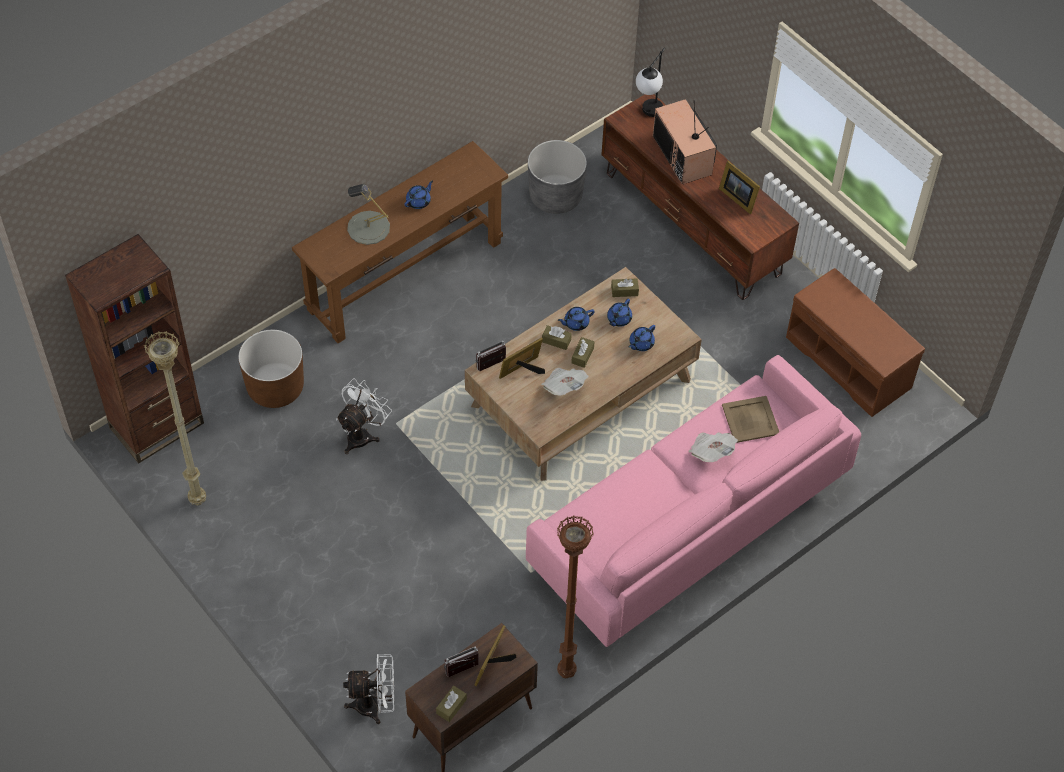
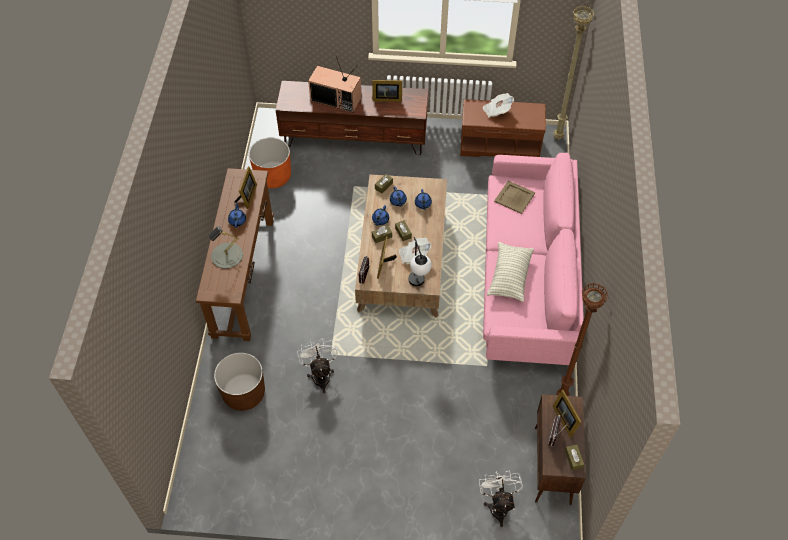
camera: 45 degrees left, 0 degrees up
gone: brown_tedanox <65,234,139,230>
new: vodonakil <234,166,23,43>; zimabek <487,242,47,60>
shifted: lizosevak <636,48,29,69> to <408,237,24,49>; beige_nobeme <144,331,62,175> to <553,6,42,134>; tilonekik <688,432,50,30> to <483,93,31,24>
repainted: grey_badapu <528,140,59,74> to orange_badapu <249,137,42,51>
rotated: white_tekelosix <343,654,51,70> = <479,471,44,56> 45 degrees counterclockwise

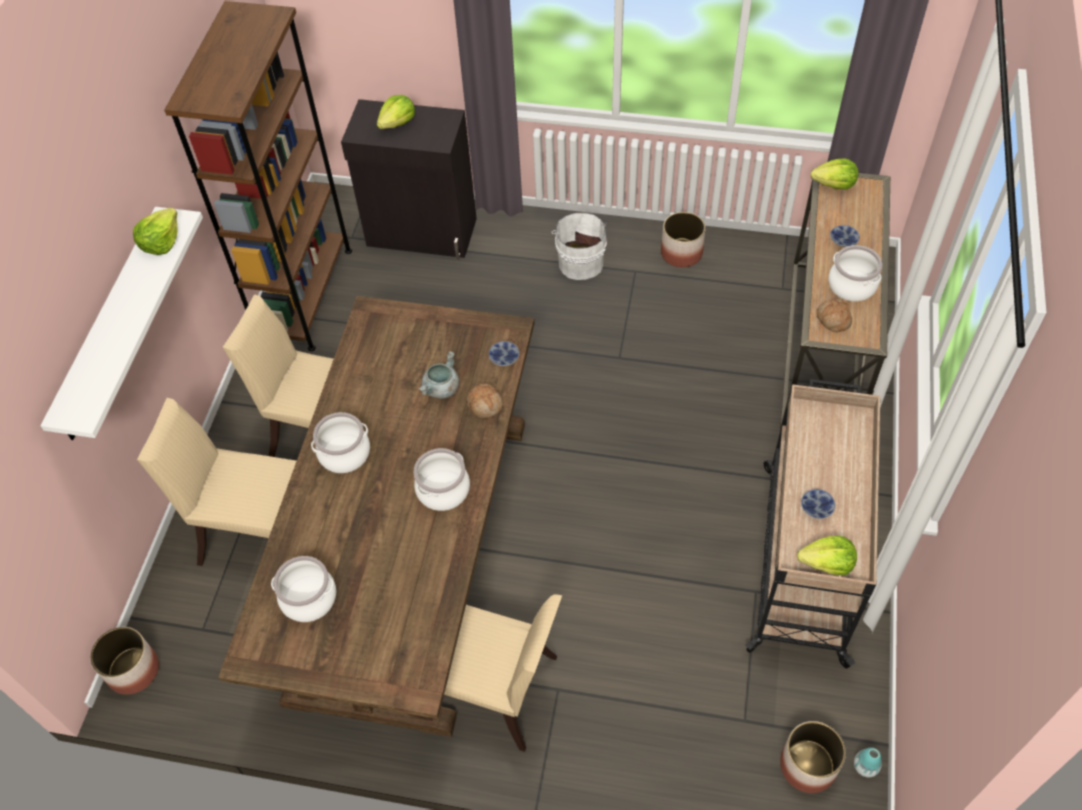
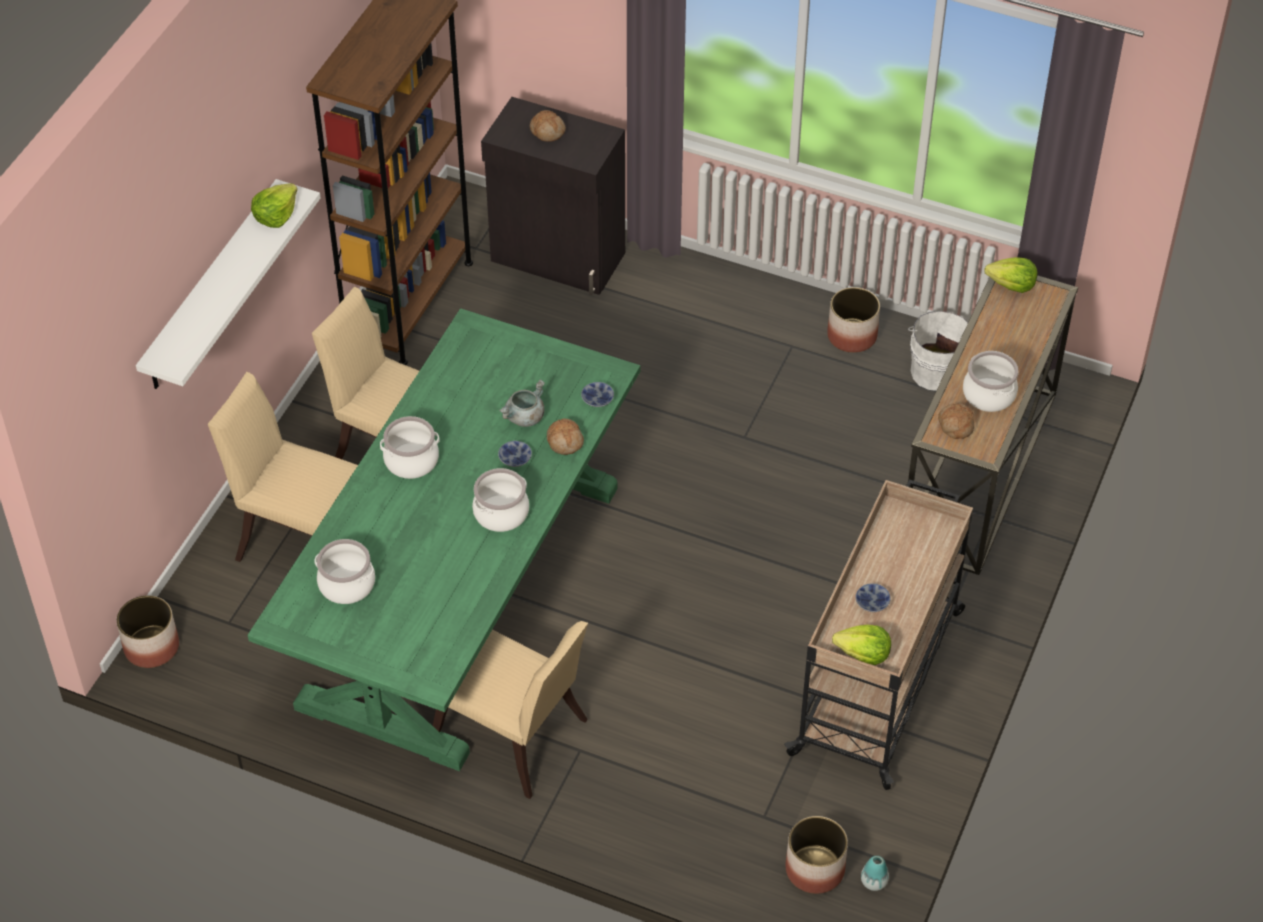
camera: 10 degrees right, 5 degrees down
shifted: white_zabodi <551,213,56,67> to <908,311,60,80>; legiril <830,225,30,22> to <498,441,34,26>
swapped: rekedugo <377,95,38,34> to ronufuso <530,110,36,32>
repainted: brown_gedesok <218,296,317,441> to green_gedesok <248,308,392,463>

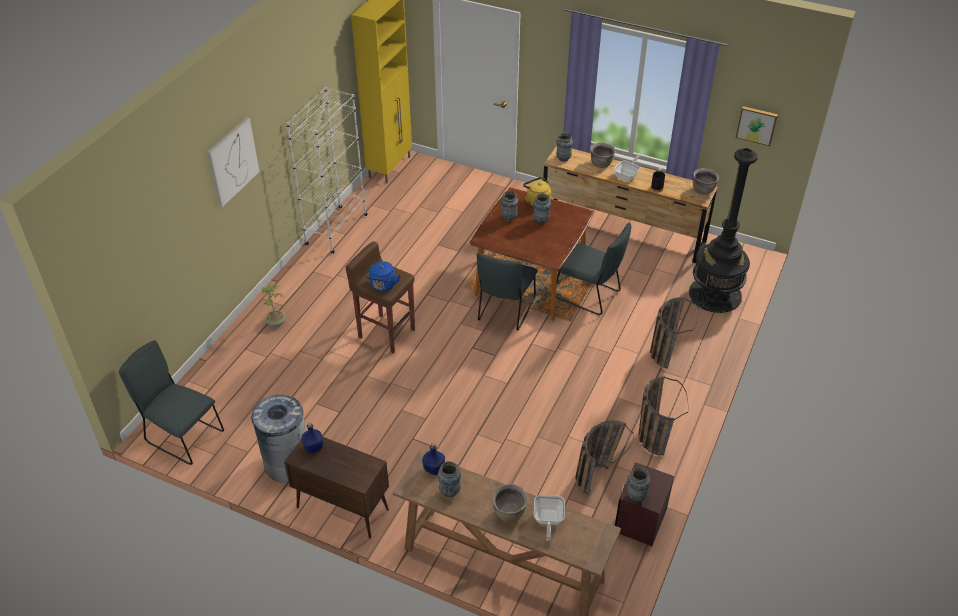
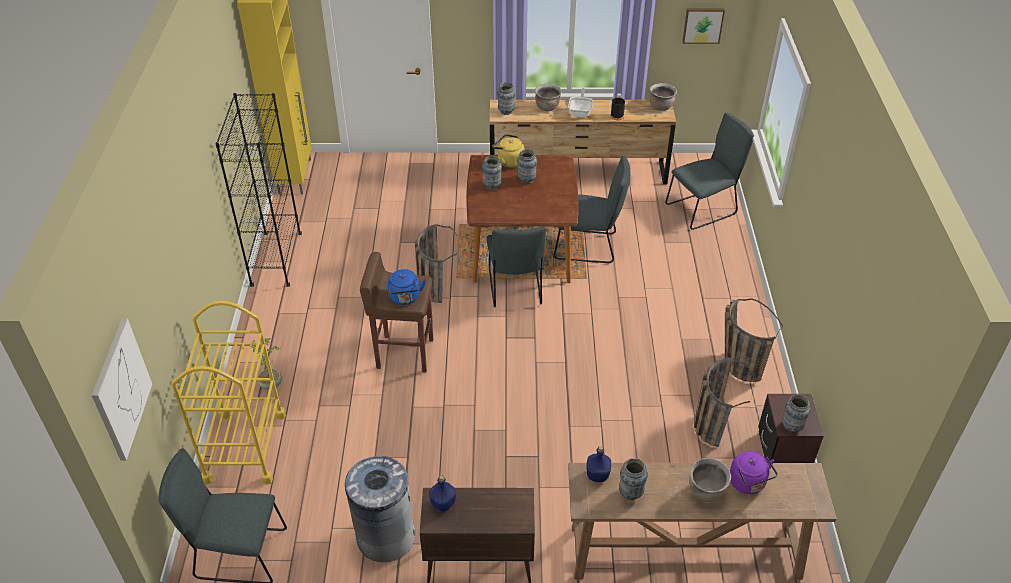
camera: 25 degrees left, 0 degrees up
new: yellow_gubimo <171,301,115,184>
shifted: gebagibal <207,117,53,90> to <91,318,61,142>; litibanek <650,297,49,72> to <415,224,43,79>
swapped: black_nobeme <689,148,69,165> to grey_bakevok <665,112,89,118>; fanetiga <534,495,31,47> to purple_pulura <730,451,48,43>
repainted: white_tedanox <286,87,82,167> to black_tedanox <215,93,87,194>

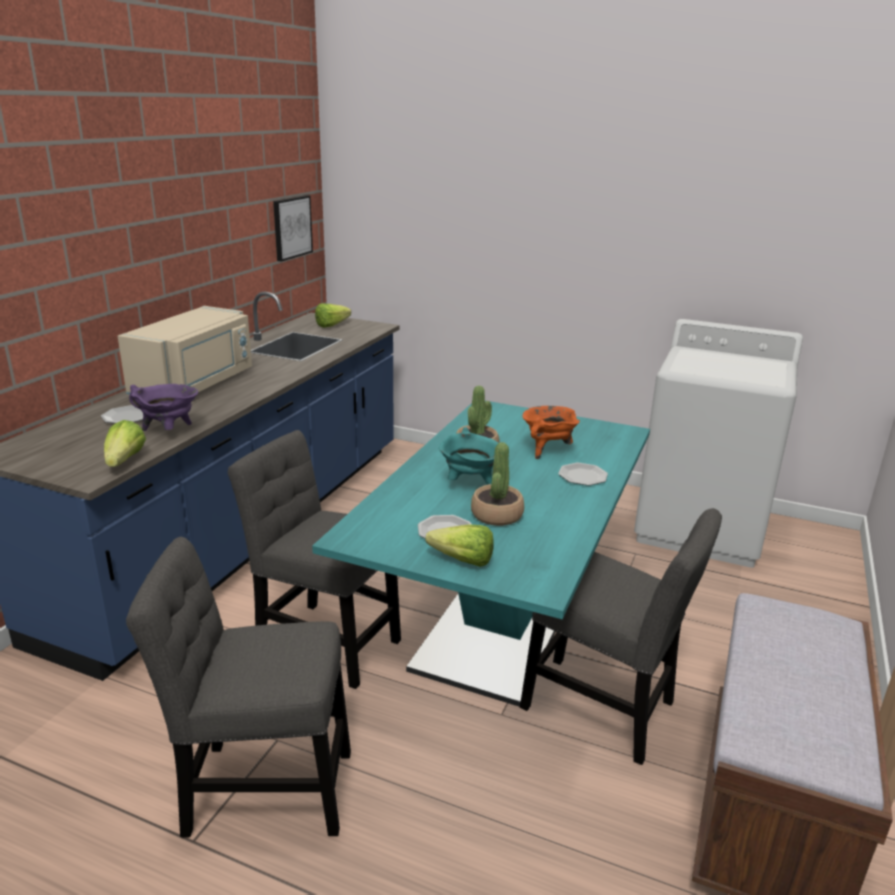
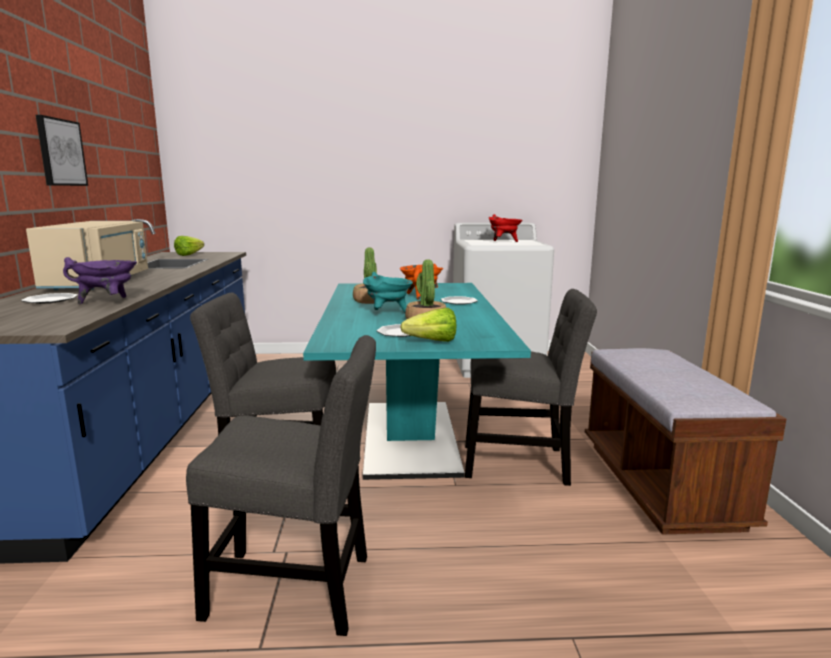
camera: 25 degrees left, 10 degrees down
gone: rekedugo <104,420,42,47>
new: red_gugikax <489,214,34,28>
shifted: gebagibal <273,195,40,67> to <36,115,52,71>
rotated: grey_bakevok <126,537,225,300> = <186,335,190,301> 150 degrees counterclockwise

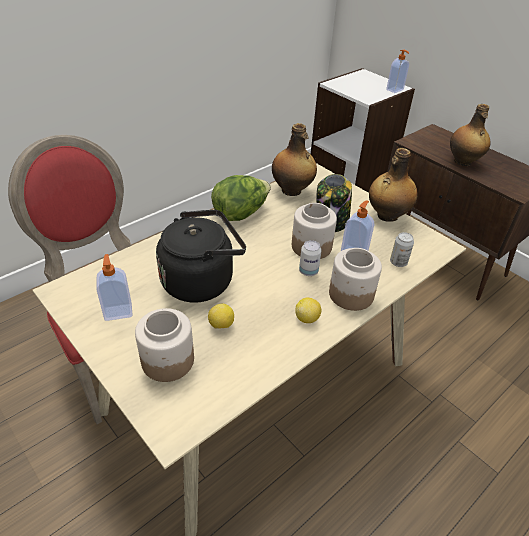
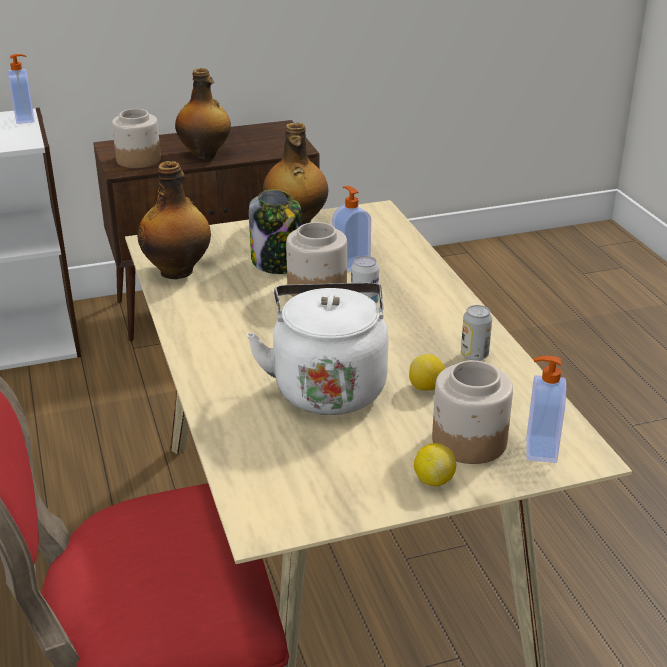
camera: 65 degrees left, 10 degrees down
gone: rekedugo <211,175,60,46>
shifted: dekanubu <390,232,24,35> to <461,305,31,56>; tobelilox <329,248,53,63> to <112,109,49,59>; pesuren <97,254,36,67> to <527,356,39,107>; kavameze <295,298,26,25> to <414,443,42,43>
repainted: black_pulura <156,210,90,93> to white_pulura <246,283,143,132>

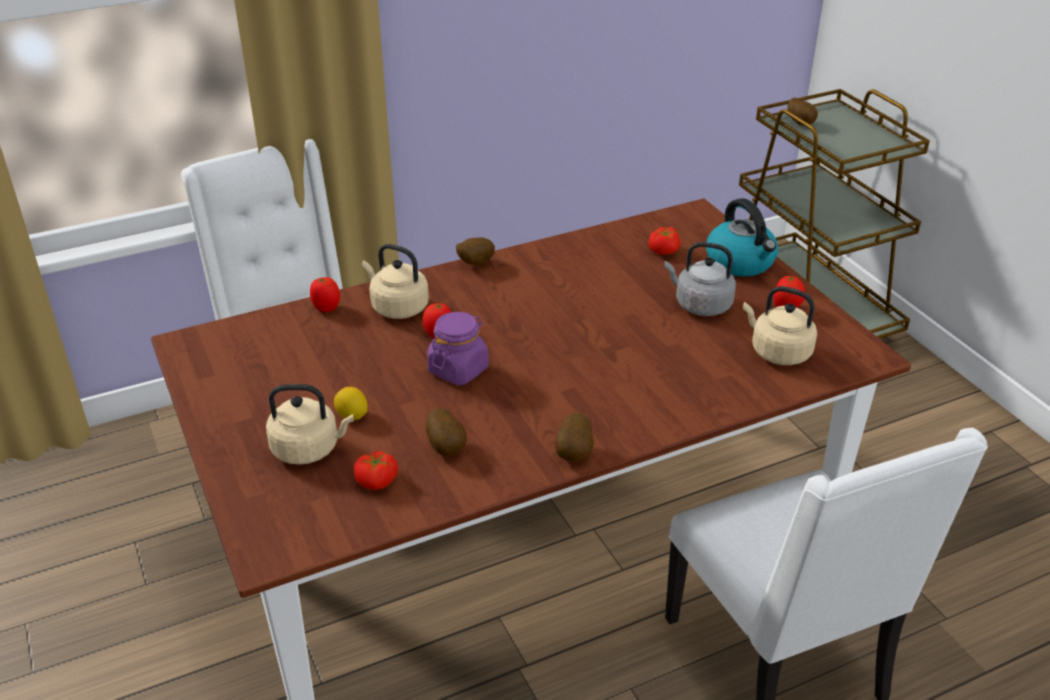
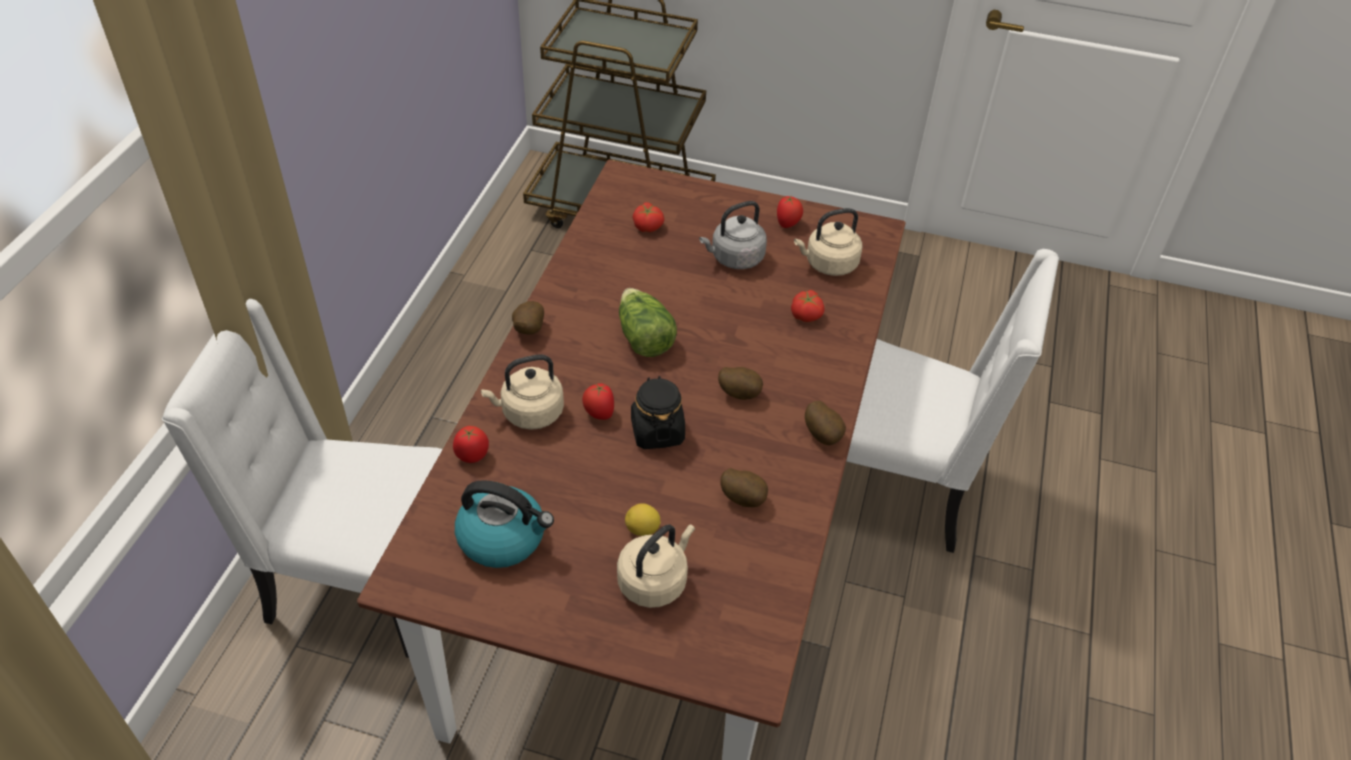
camera: 50 degrees left, 10 degrees up
new: rekedugo <619,288,58,69>
shifted: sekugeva <788,98,30,28> to <718,367,45,33>; pulura <706,198,72,79> to <455,480,99,88>; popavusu <354,451,44,39> to <791,290,34,32>
repainted: purple_tobelilox <427,312,62,73> to black_tobelilox <631,376,54,73>

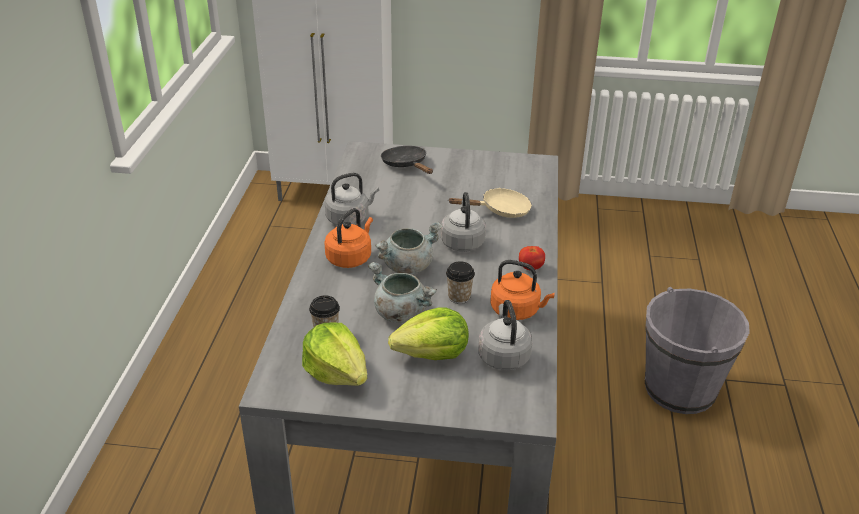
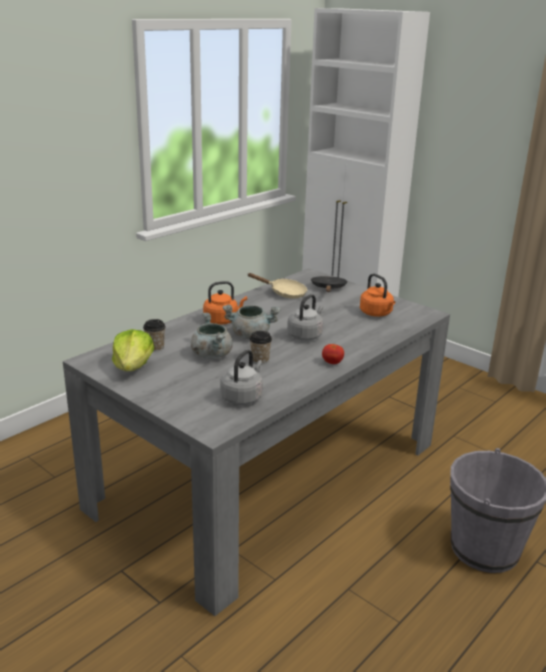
camera: 35 degrees right, 10 degrees down
gone: grey_pulura <325,173,54,52>; rekedugo <388,307,81,53>
shifted: beige_fanetiga <448,188,84,30> to <247,273,60,26>; orange_pulura <490,260,65,60> to <360,273,35,44>

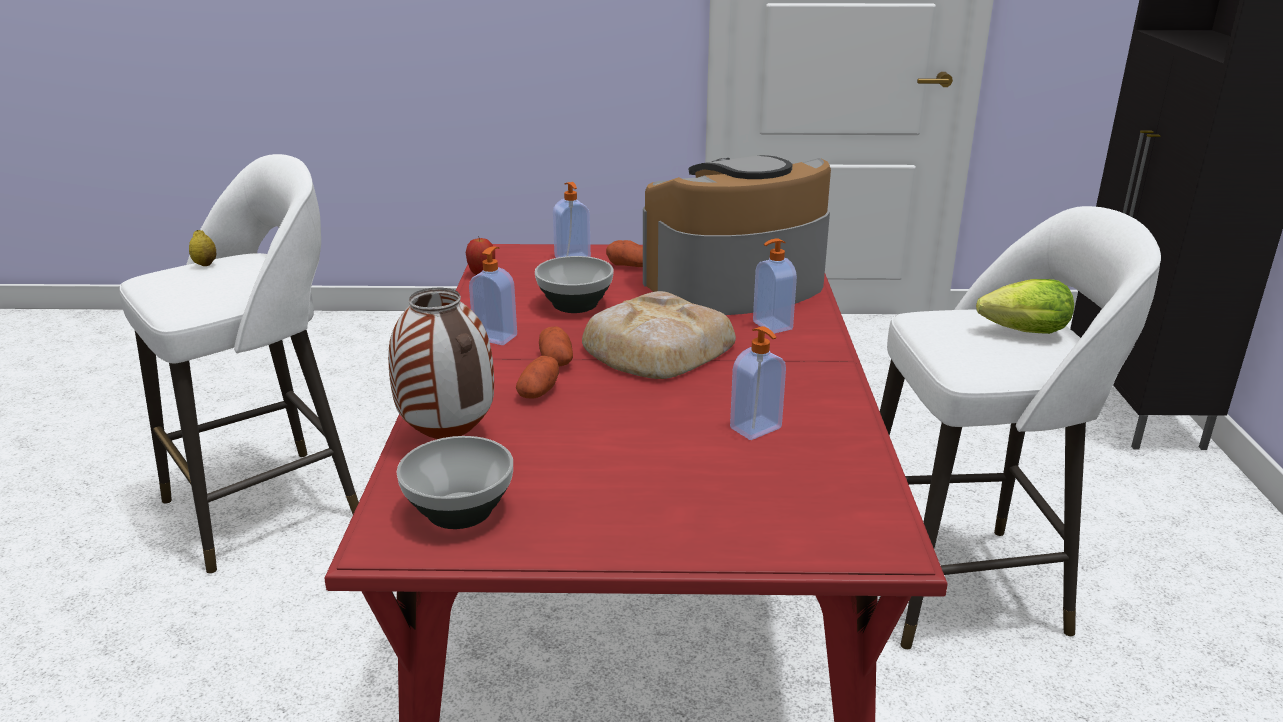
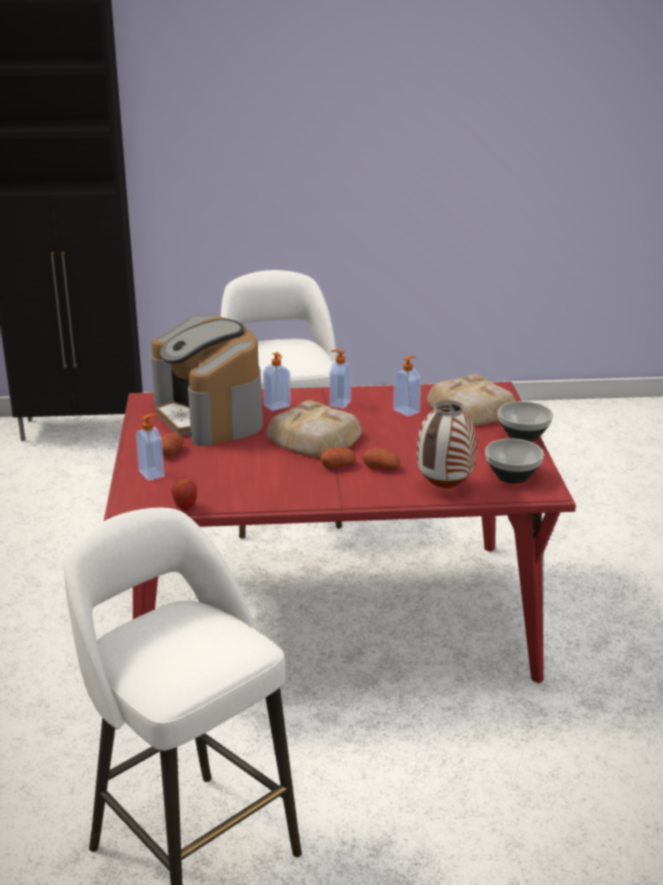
camera: 95 degrees left, 0 degrees up
gone: kavameze <189,230,27,36>; rekedugo <976,279,98,55>
new: ronufuso <427,374,89,52>
shifted: pesuren <469,246,48,99> to <329,349,23,60>; legiril <535,256,79,57> to <498,401,55,41>

